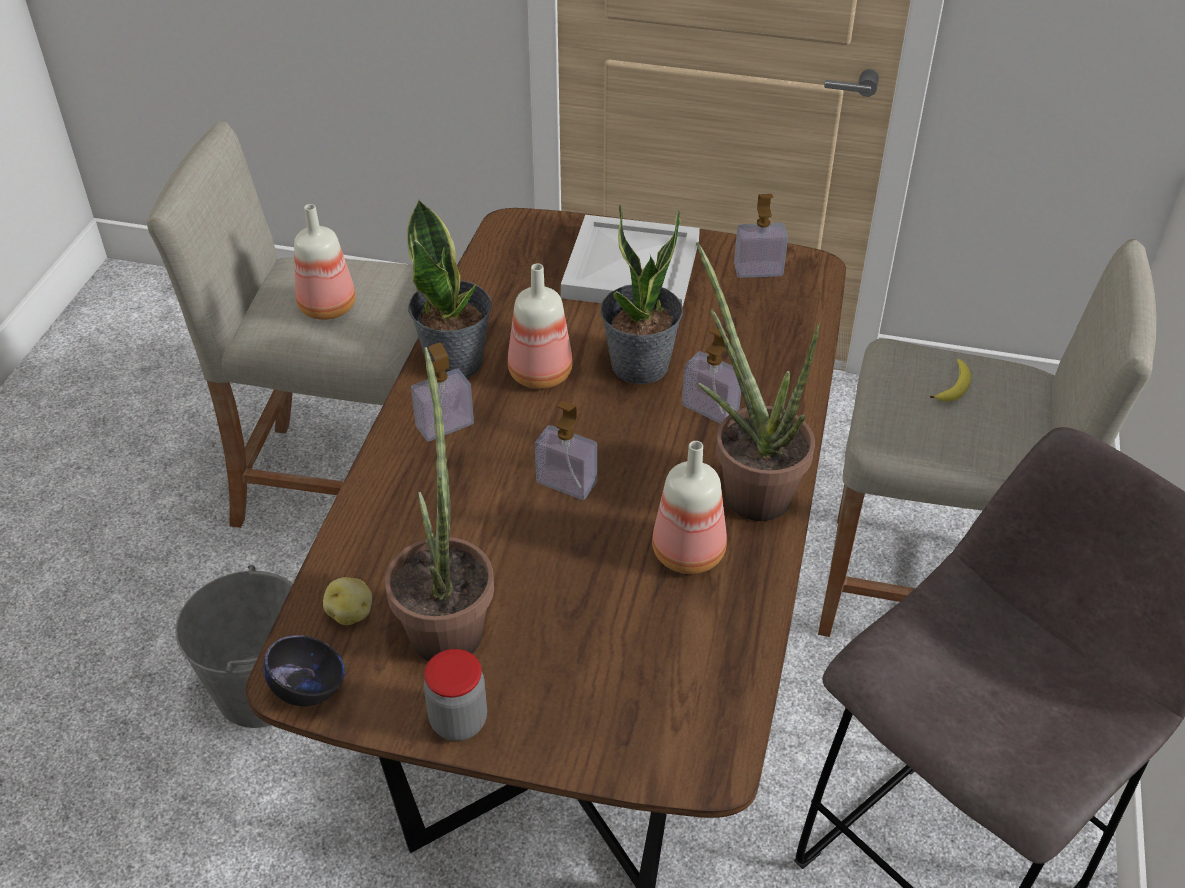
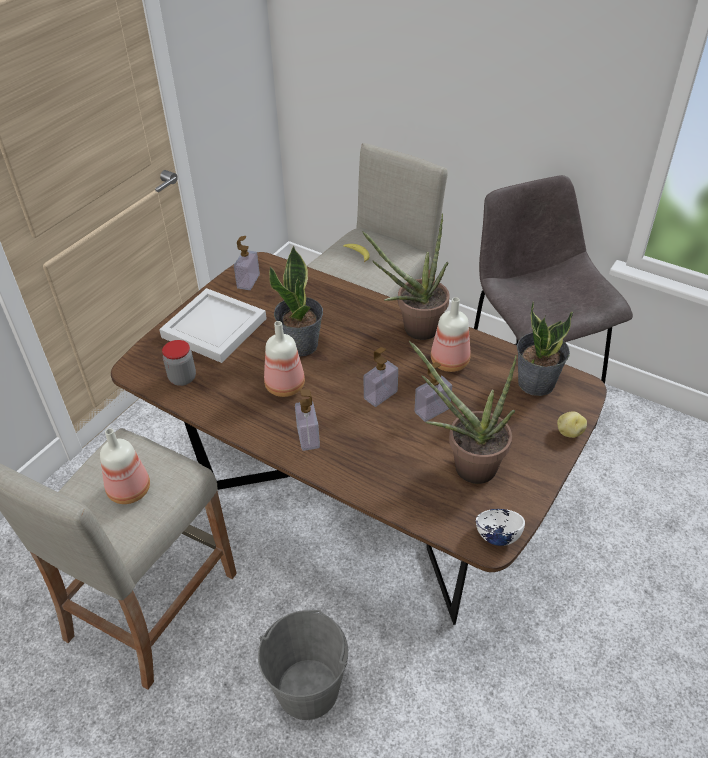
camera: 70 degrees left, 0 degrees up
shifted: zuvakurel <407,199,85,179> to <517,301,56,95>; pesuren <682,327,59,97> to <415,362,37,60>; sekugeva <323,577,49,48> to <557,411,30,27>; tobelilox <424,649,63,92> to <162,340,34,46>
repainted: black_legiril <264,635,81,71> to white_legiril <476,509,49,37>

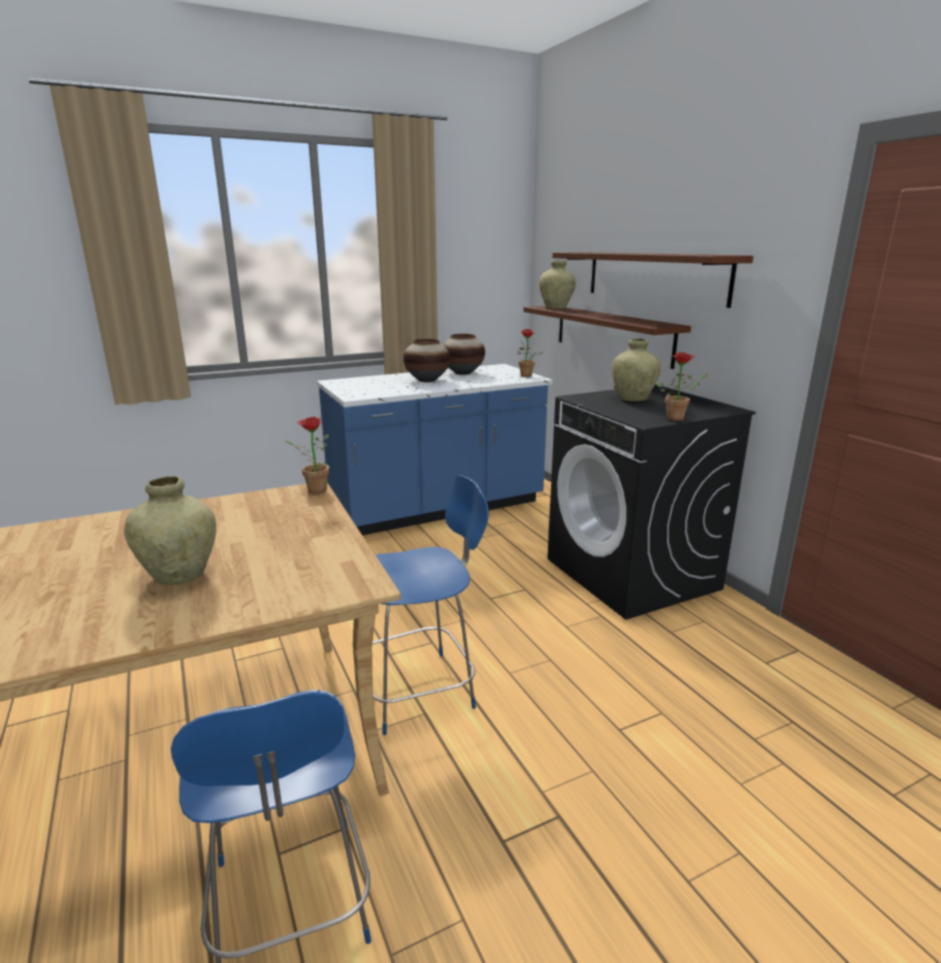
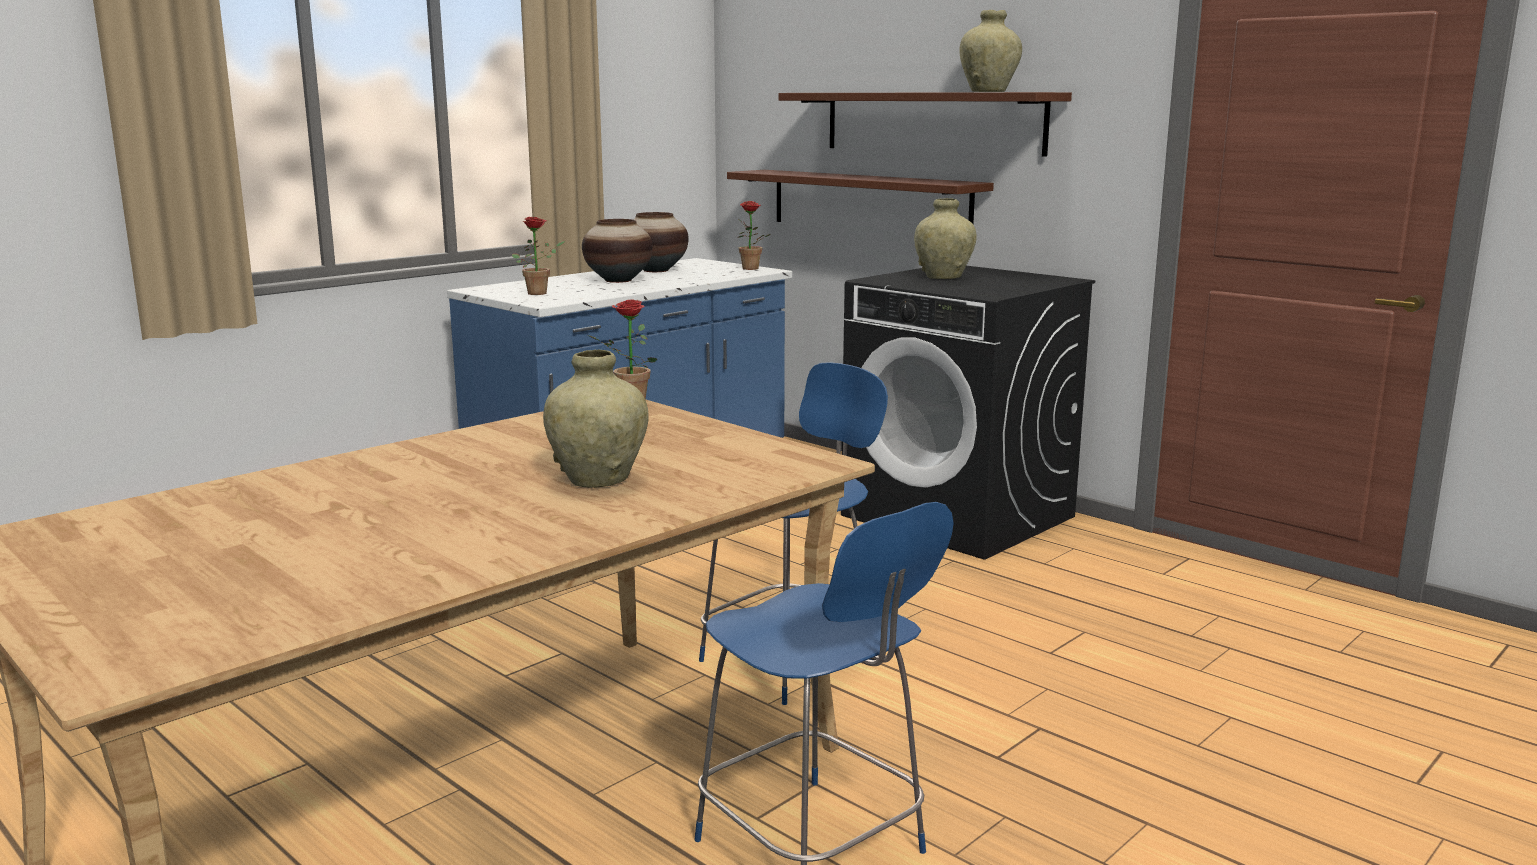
camera: 20 degrees left, 5 degrees down
shifted: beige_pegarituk <539,260,37,49> to <960,10,62,82>; zuvakurel <656,352,51,69> to <512,216,54,79>

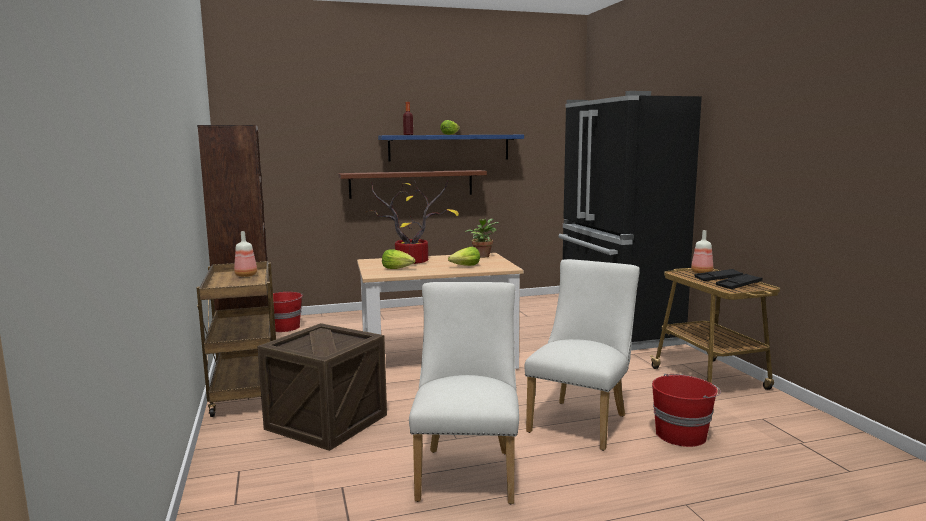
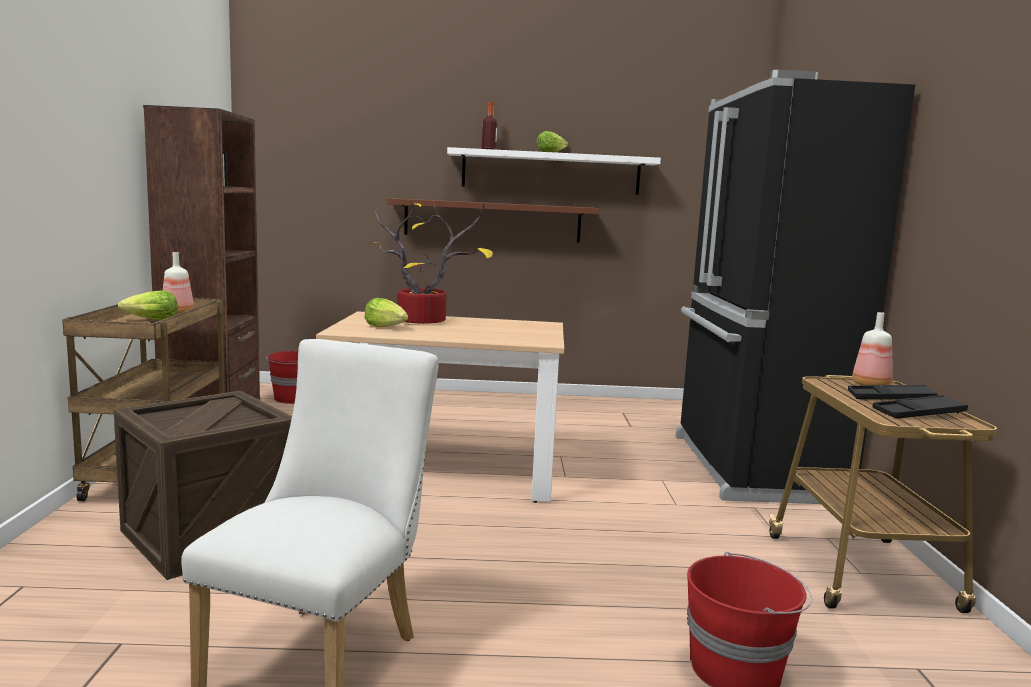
camera: 15 degrees right, 0 degrees up
gone: zuvakurel <465,218,34,40>; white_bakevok <524,259,116,192>
shifted: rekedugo <448,247,32,19> to <118,291,60,29>
repainted: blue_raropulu <378,135,146,26> to white_raropulu <447,147,214,48>

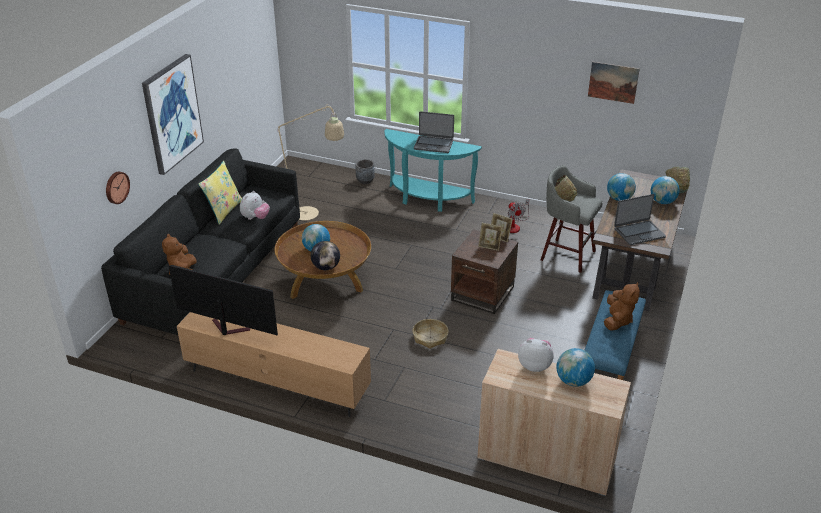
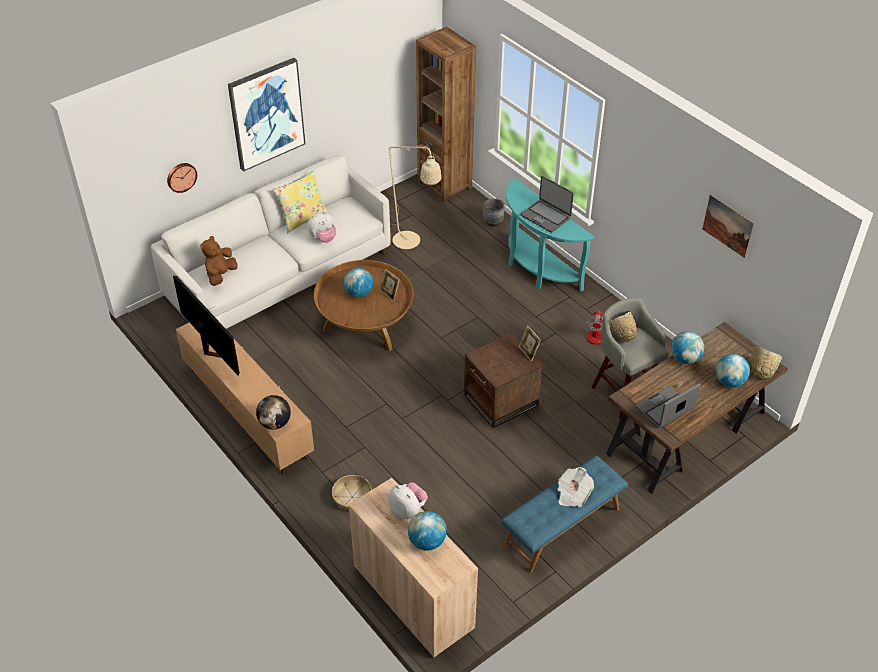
camera: 30 degrees right, 10 degrees up
new: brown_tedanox <416,27,60,176>
shifted: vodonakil <478,223,25,28> to <380,269,20,32>; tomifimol <311,241,29,29> to <256,395,35,35>; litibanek <412,319,37,30> to <332,475,40,35>
swapped: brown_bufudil <604,282,36,49> to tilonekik <557,467,37,40>
repainted: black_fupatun <101,148,199,187> to white_fupatun <151,155,240,174>
rotated: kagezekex <614,194,52,51> = <635,384,66,45> 135 degrees clockwise

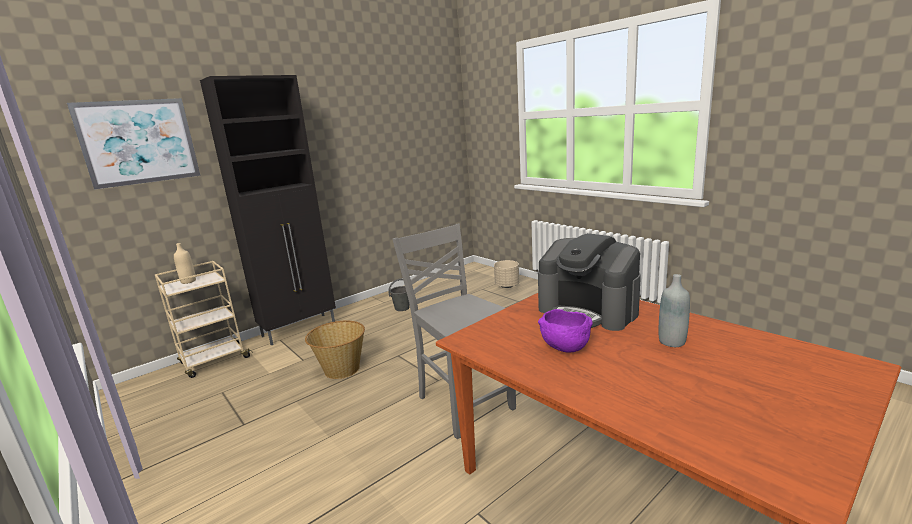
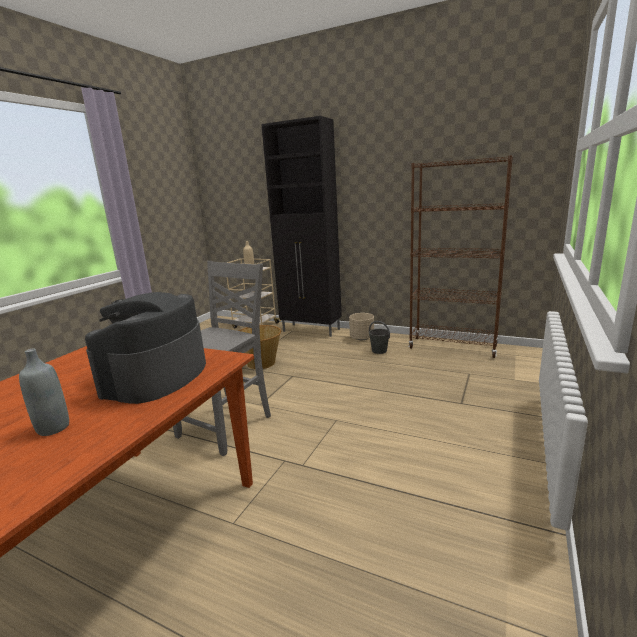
camera: 65 degrees right, 0 degrees up
gone: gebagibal <67,98,134,92>; purple_legiril <538,309,55,43>
new: brown_tedanox <409,155,104,203>
shifted: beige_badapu <494,260,25,28> to <349,313,25,27>

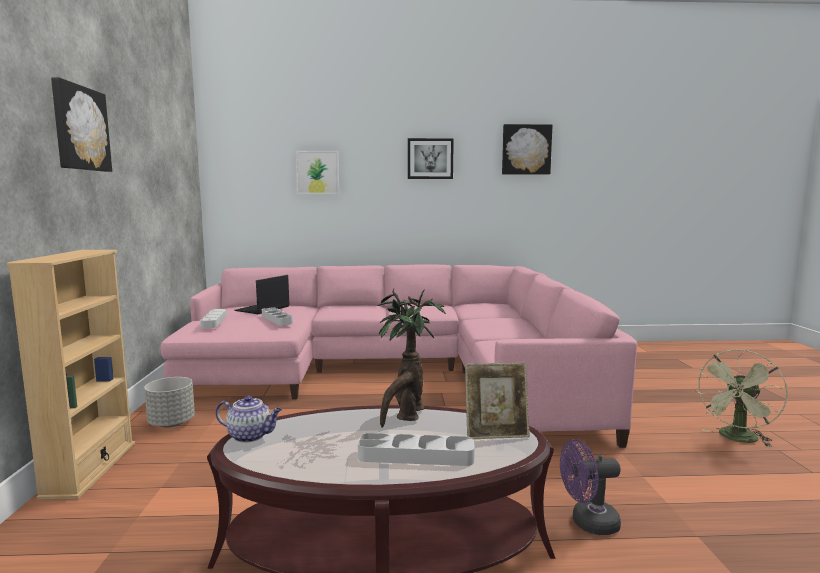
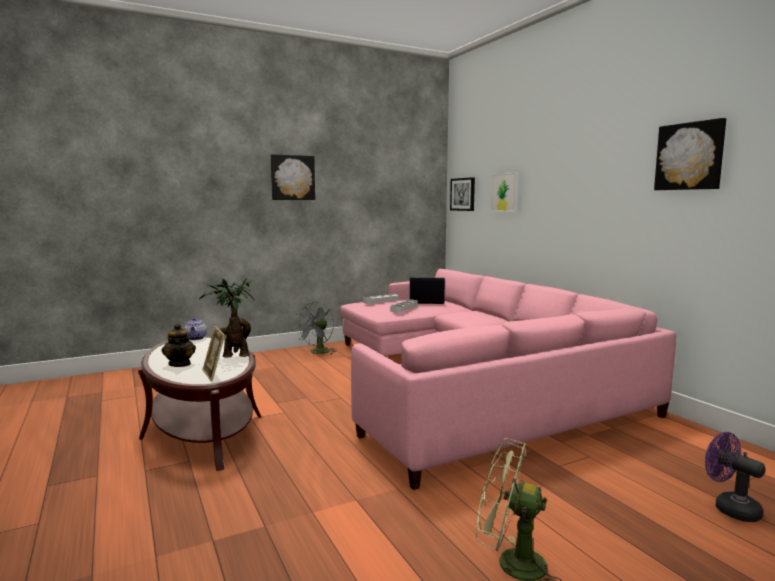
camera: 65 degrees right, 0 degrees up
gone: beige_tedanox <7,250,128,250>
shifted: gebagibal <408,138,46,41> to <450,177,25,34>; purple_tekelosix <560,439,61,96> to <705,432,61,90>
swapped: grey_badapu <144,377,51,51> to grey_tekelosix <294,301,42,54>; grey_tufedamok <358,433,117,33> to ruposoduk <162,323,34,44>

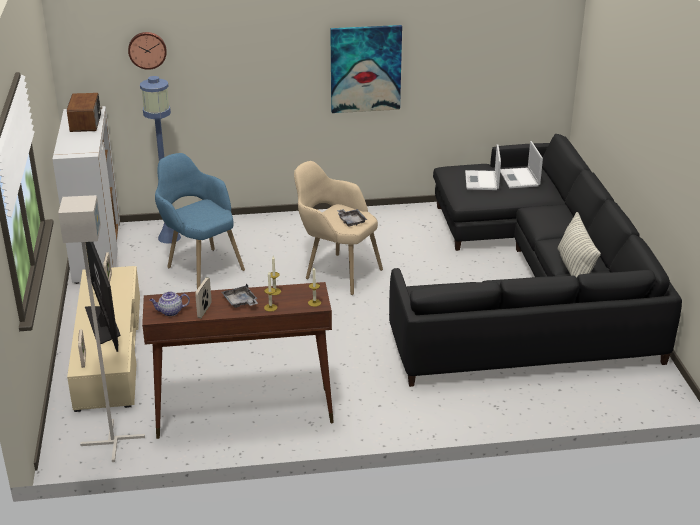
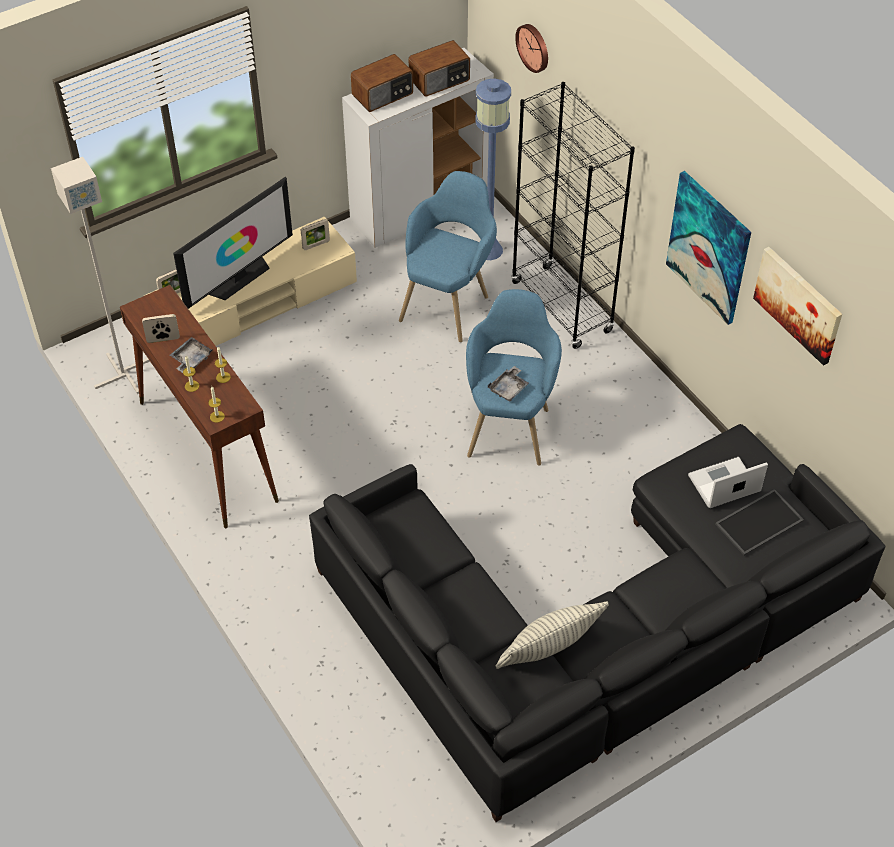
camera: 65 degrees right, 20 degrees up
gone: ruposoduk <150,292,40,24>
new: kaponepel <351,54,62,58>; black_tedanox <511,82,124,267>; gebagibal <753,247,89,118>
swapped: kagezekex <500,141,43,47> to tufedamok <715,489,89,67>
repainted: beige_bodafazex <294,161,89,134> to blue_bodafazex <466,289,96,177>

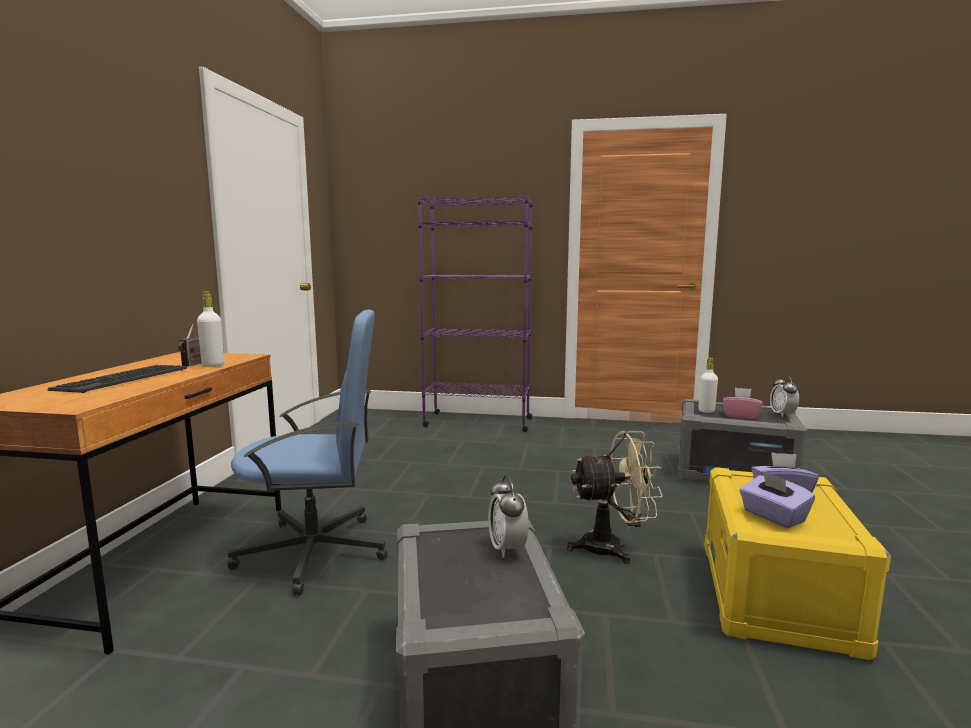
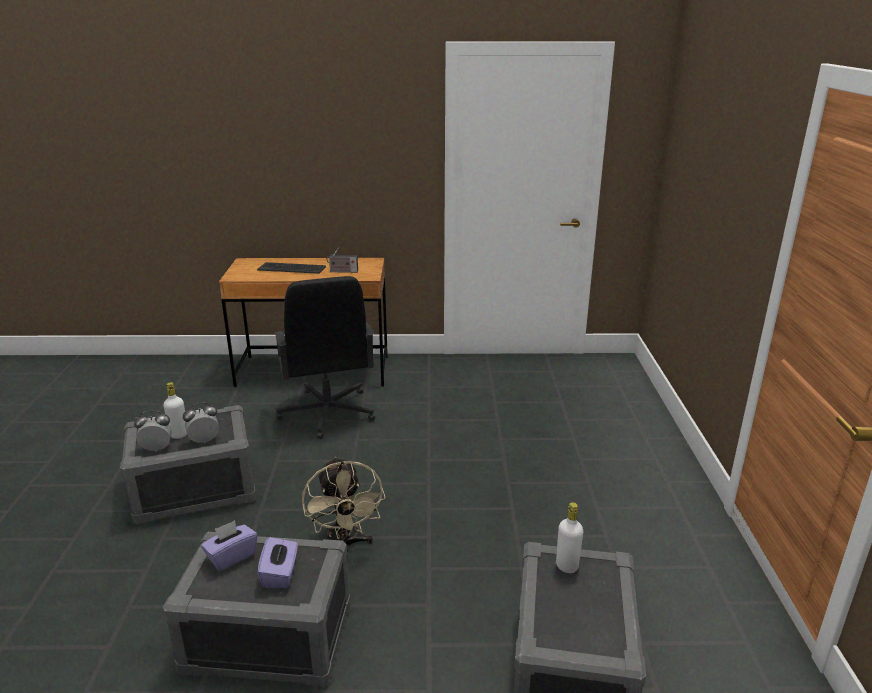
camera: 80 degrees right, 15 degrees up
gone: purple_tedanox <418,196,115,236>; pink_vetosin <723,388,40,31>
shifted: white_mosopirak <197,291,27,76> to <163,382,24,57>; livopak <770,375,29,42> to <134,411,38,41>
repainted: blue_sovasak <227,310,161,286> to black_sovasak <274,276,101,163>; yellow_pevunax <704,467,187,193> to grey_pevunax <163,532,188,154>

